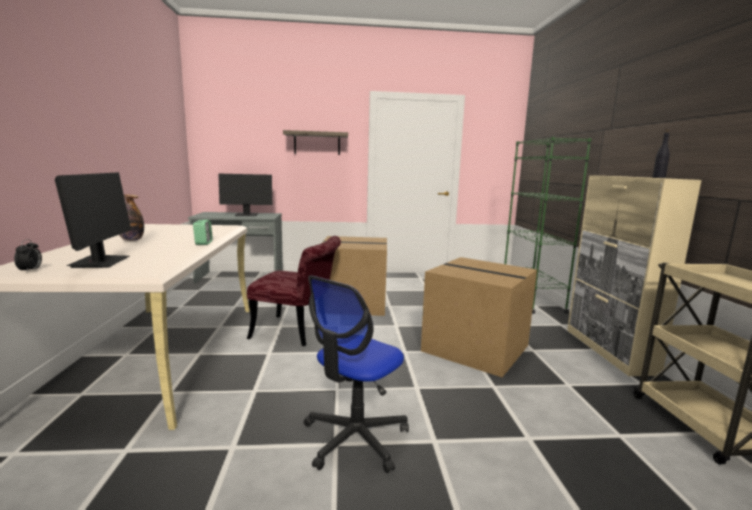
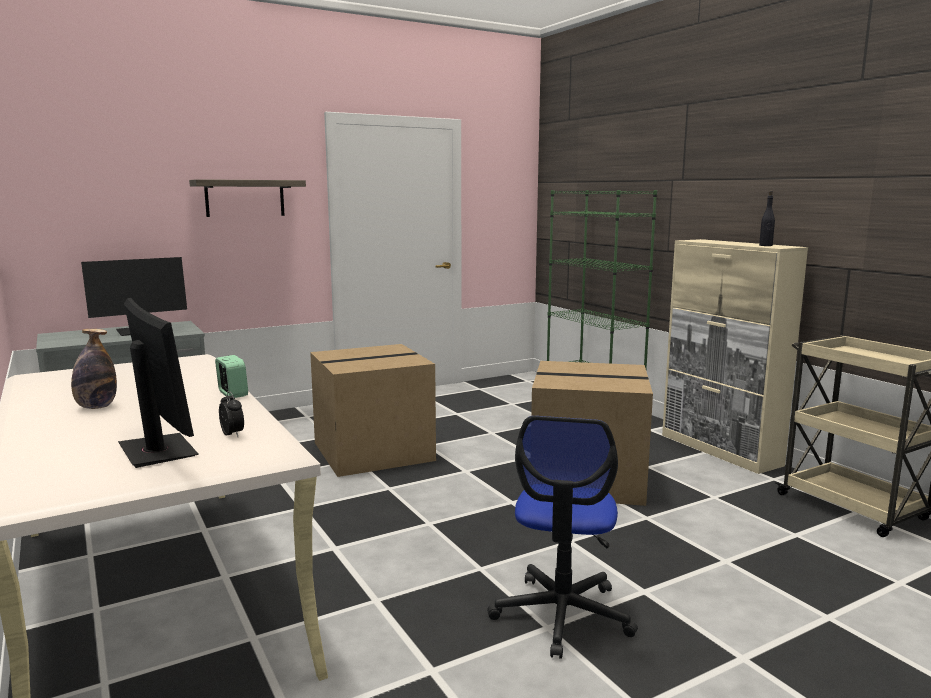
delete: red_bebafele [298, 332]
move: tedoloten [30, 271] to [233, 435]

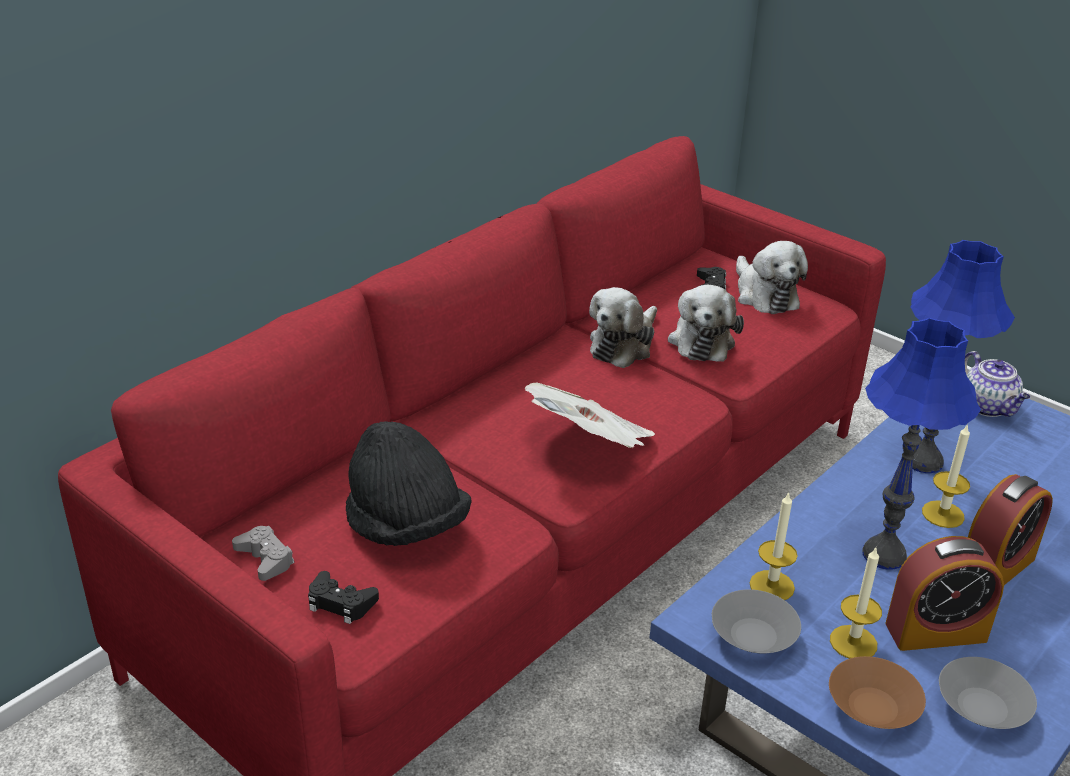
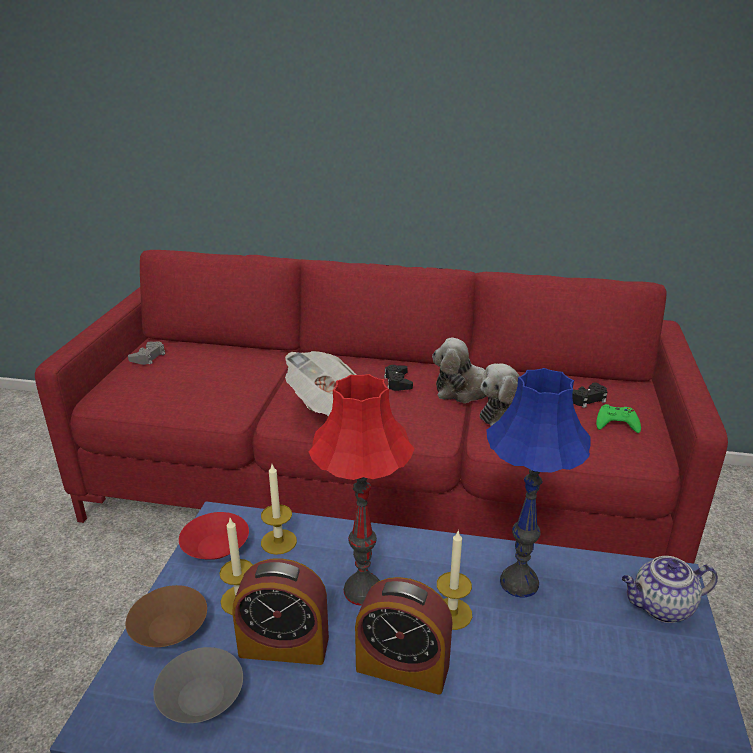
delete: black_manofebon [406, 525]
move: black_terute [340, 603] to [397, 382]
replace: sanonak [764, 295] to green_terute [616, 423]
recolor: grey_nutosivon [752, 636] to red_nutosivon [216, 547]; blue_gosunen [883, 554] to red_gosunen [363, 590]
rotate: tedoloten [936, 632] = [284, 646] 45 degrees counterclockwise; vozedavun [989, 407] = [661, 607] 45 degrees clockwise

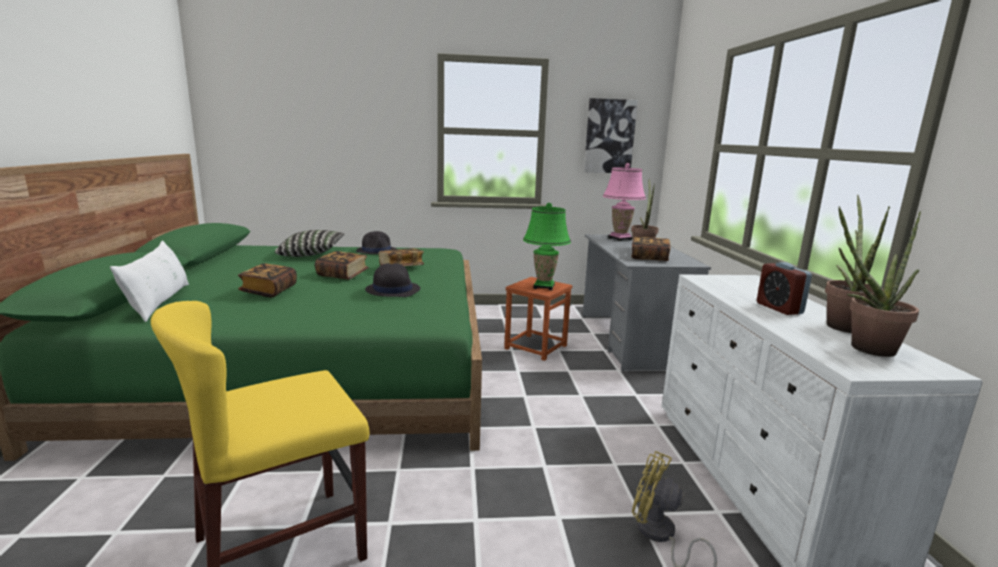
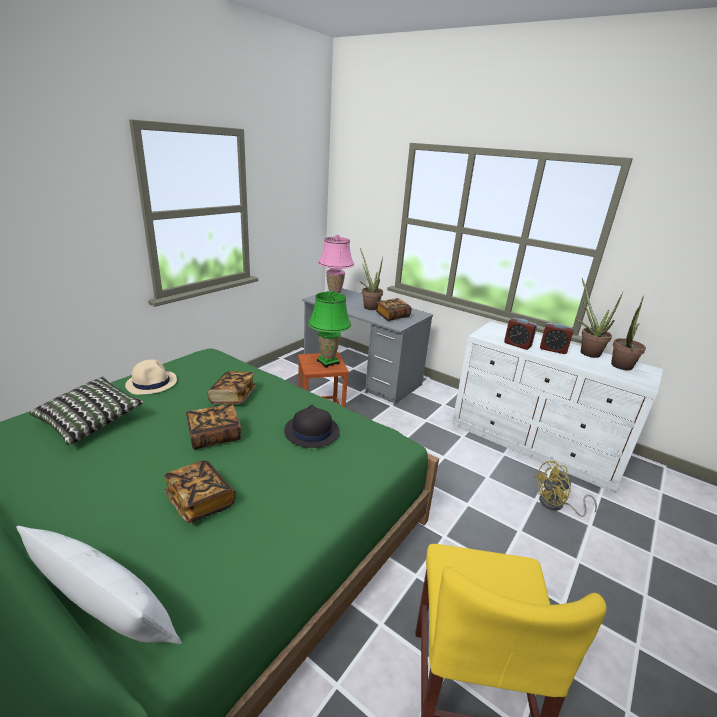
delete: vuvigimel [609, 136]
insert: tedoloten [517, 345]
recolor: black_manofebon [377, 251] to beige_manofebon [152, 383]

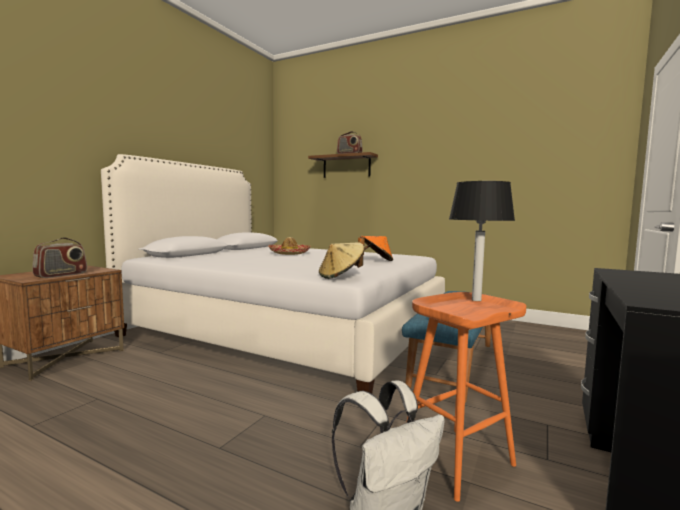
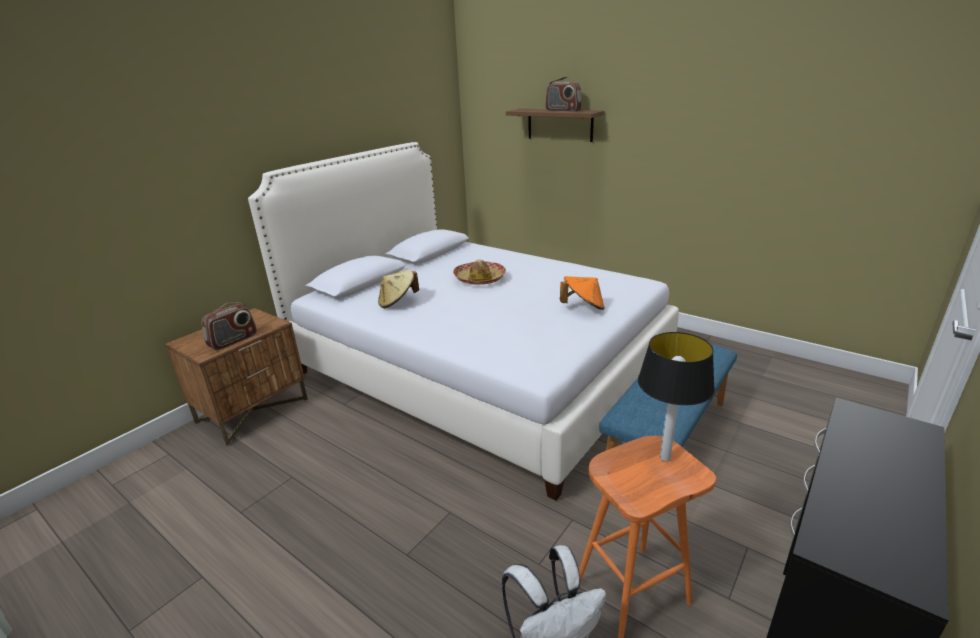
move: beige_manofebon [341, 276] to [398, 302]

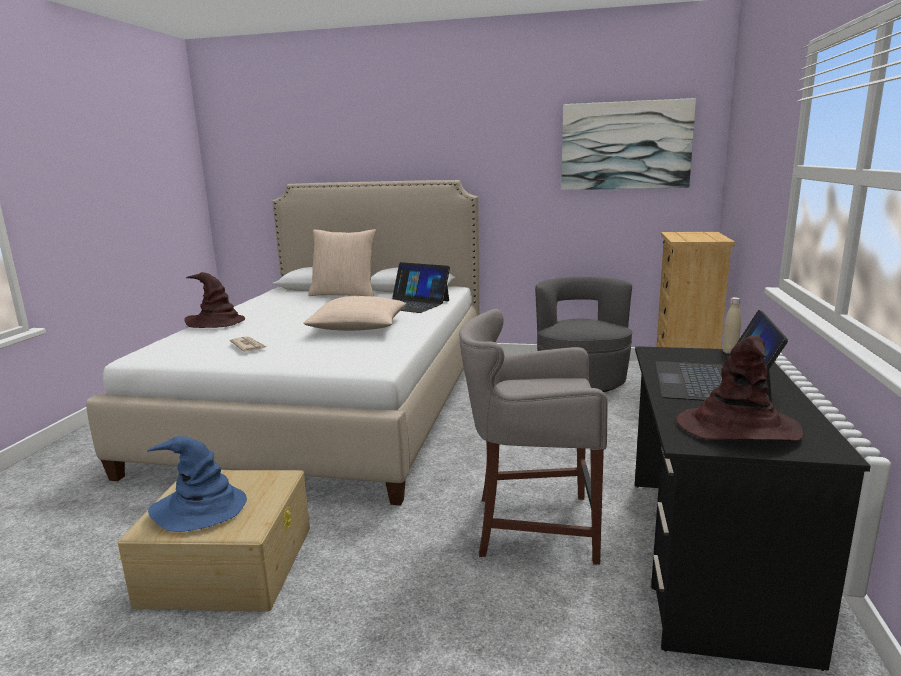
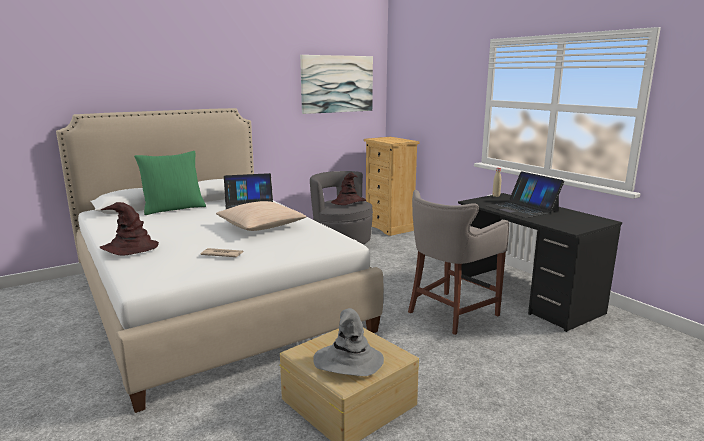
move: brown_manofebon [737, 428] to [348, 202]
recolor: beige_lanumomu [344, 294] to green_lanumomu [173, 208]; blue_manofebon [200, 508] to grey_manofebon [348, 362]

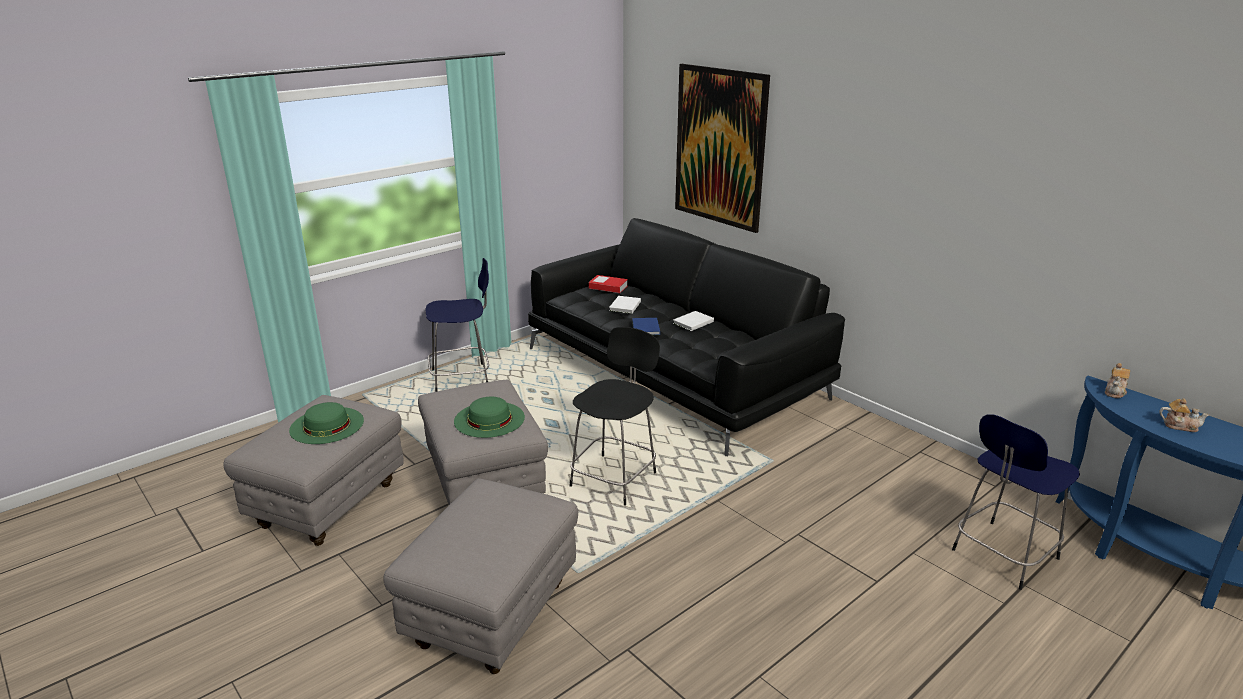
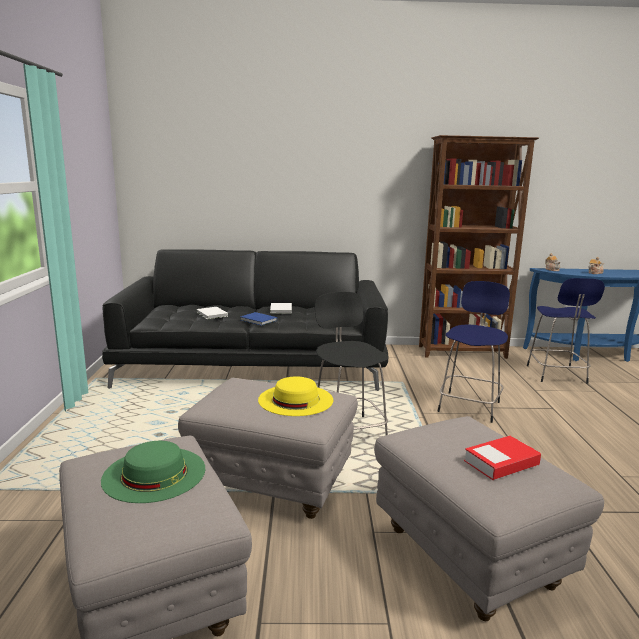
delete: vuvigimel [720, 147]
insert: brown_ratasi [463, 352]
move: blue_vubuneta [463, 378] to [469, 405]; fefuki [608, 287] to [501, 463]
recolor: green_manofebon [489, 419] to yellow_manofebon [295, 400]

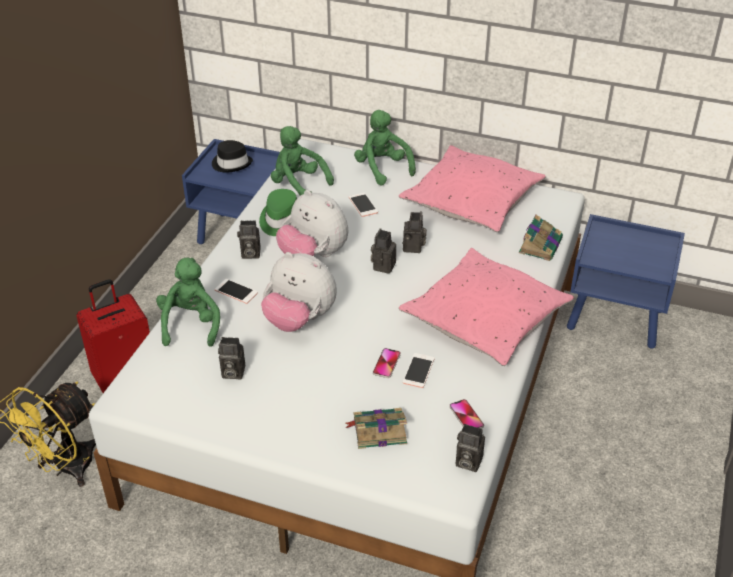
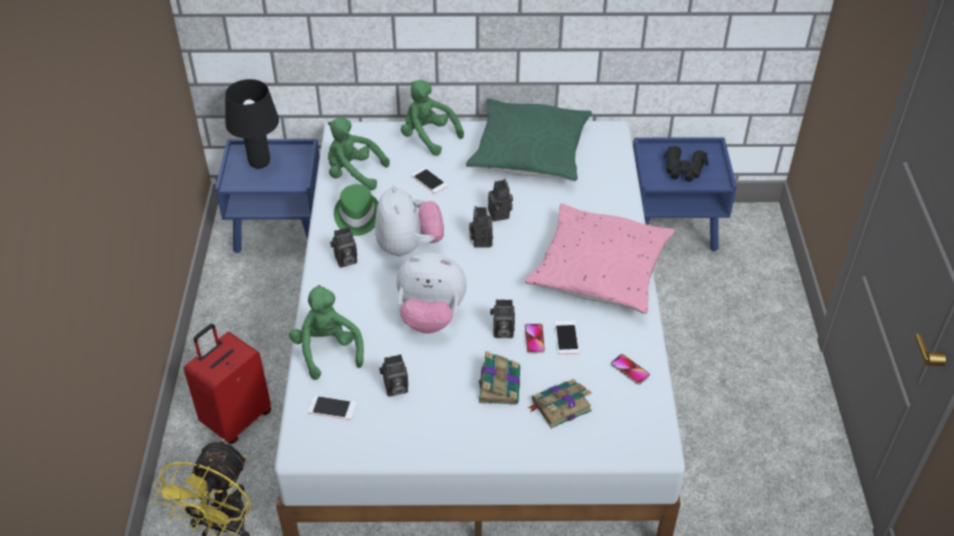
insert: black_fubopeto [684, 169]
move: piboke [236, 291] to [332, 408]; fefuki [540, 245] to [499, 384]; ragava [467, 462] to [502, 332]
replace: black_manofebon [232, 163] to black_gosunen [259, 162]
recolor: pink_lanumomu [471, 200] to green_lanumomu [529, 151]
rotate: sanonak [313, 255] = [409, 246] 120 degrees counterclockwise

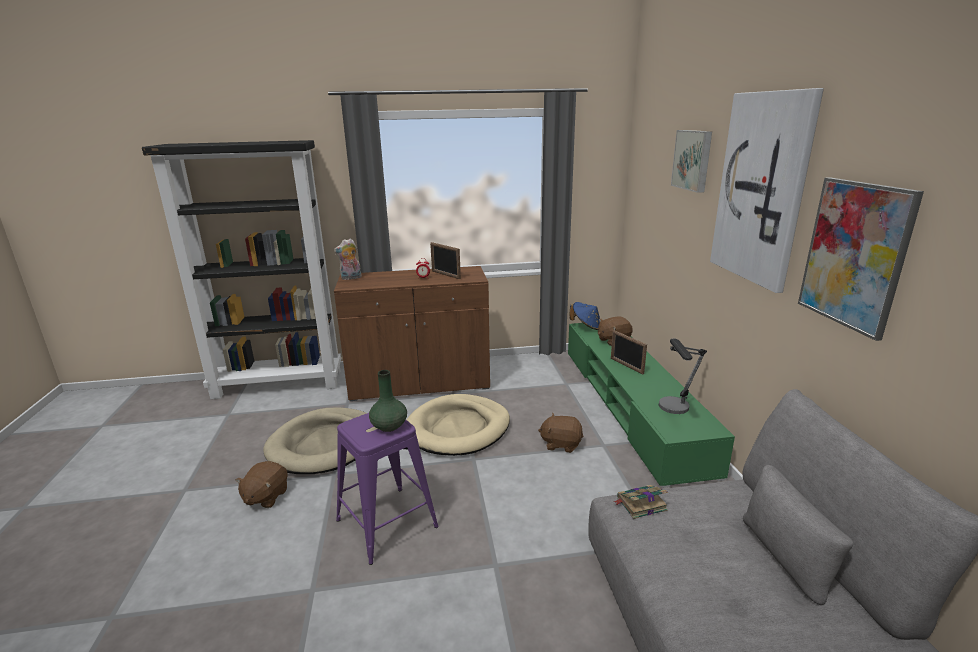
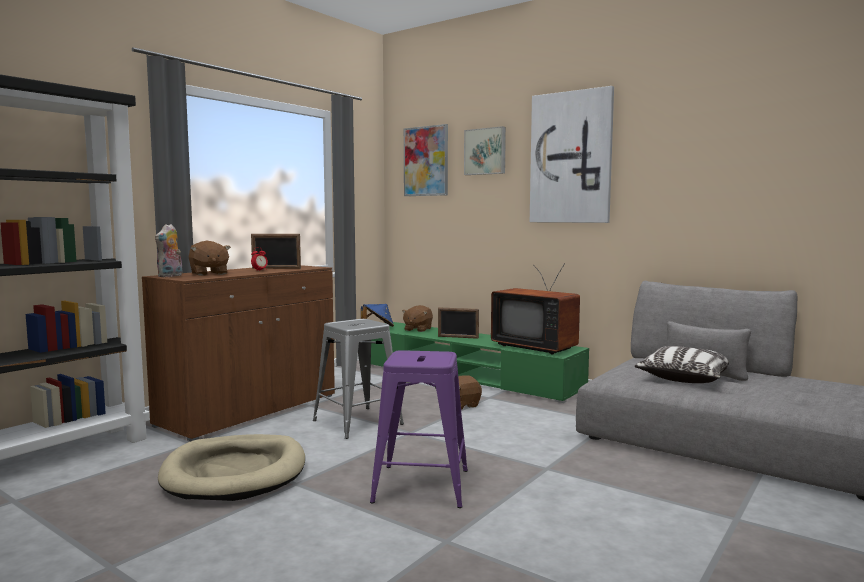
delete: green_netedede [389, 426]; fefuki [640, 504]
insert: lanumomu [684, 378]
move: brown_sanonak [265, 497] to [208, 274]; vuvigimel [854, 255] to [426, 161]
replace: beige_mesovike [458, 428] to grey_vubuneta [357, 422]; gosunen [674, 411] to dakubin [536, 347]

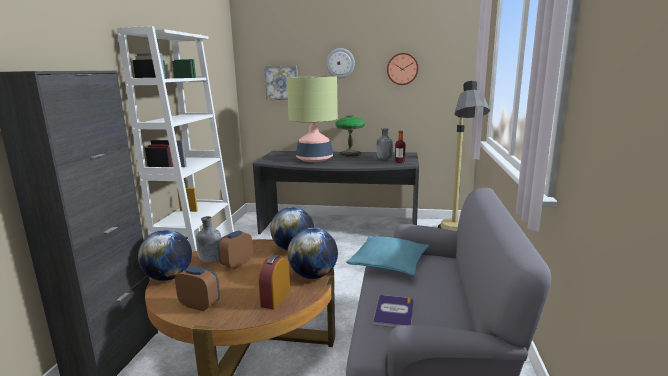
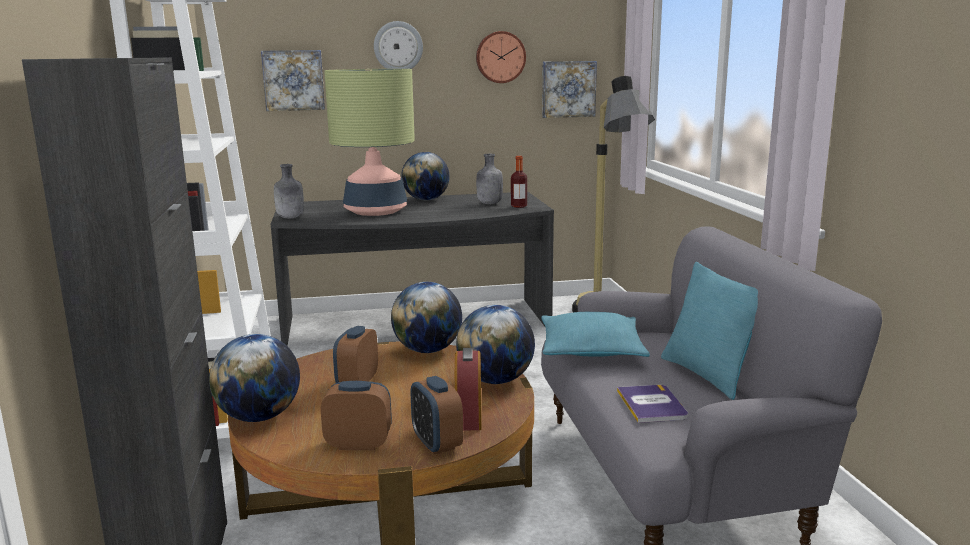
insert: tedoloten [436, 444]; vuvigimel [568, 89]; turquoise_lanumomu [707, 375]
move: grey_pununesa [210, 261] to [290, 217]
replace: gosunen [350, 154] to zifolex [426, 200]

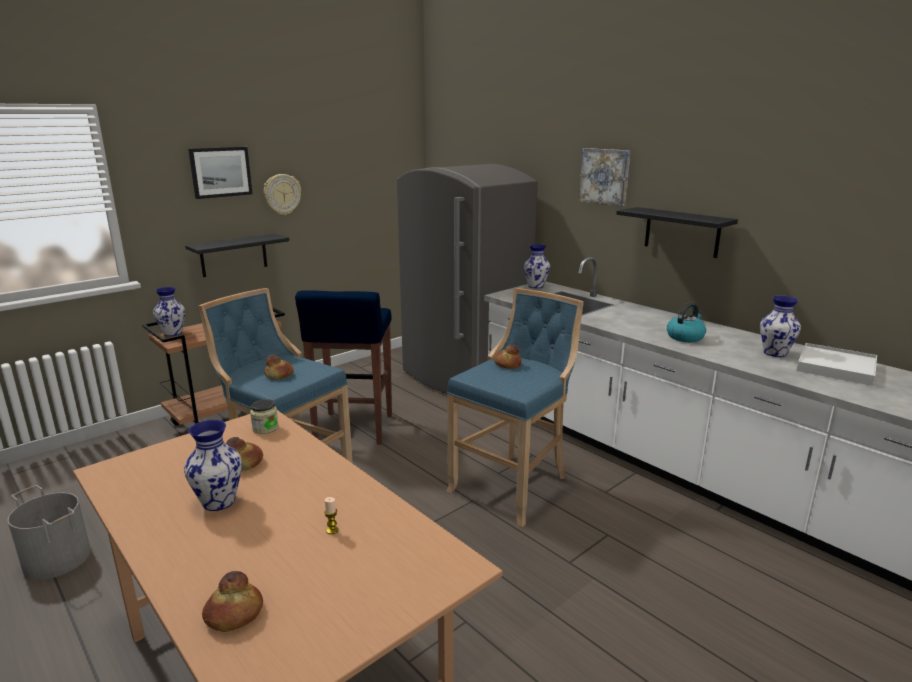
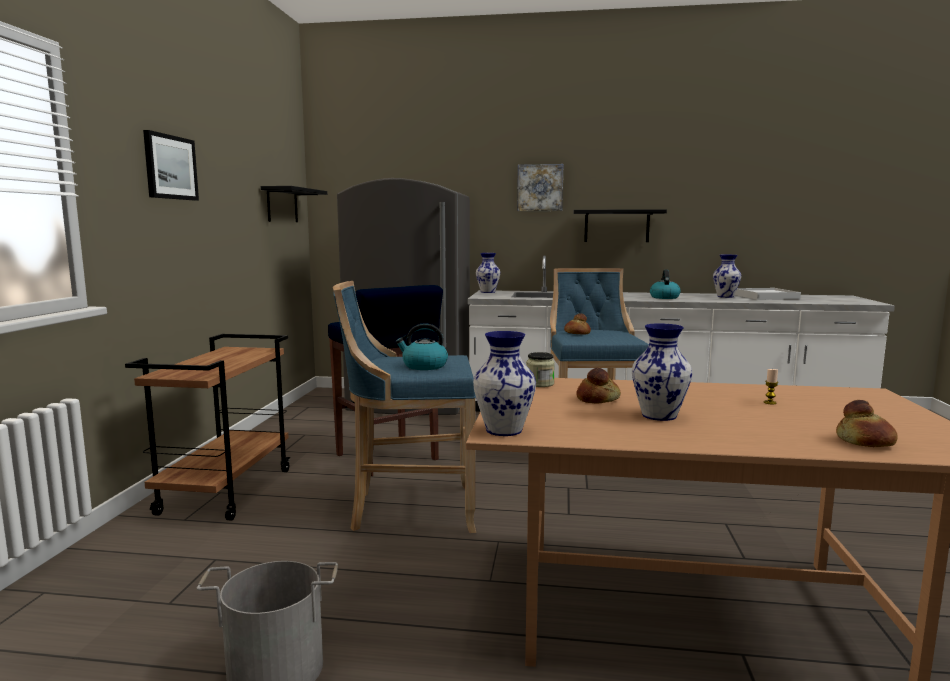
delete: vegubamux [282, 194]
move: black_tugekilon [234, 255] to [282, 205]; netedede [172, 333] to [503, 430]
replace: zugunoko [279, 375] to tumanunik [424, 366]

